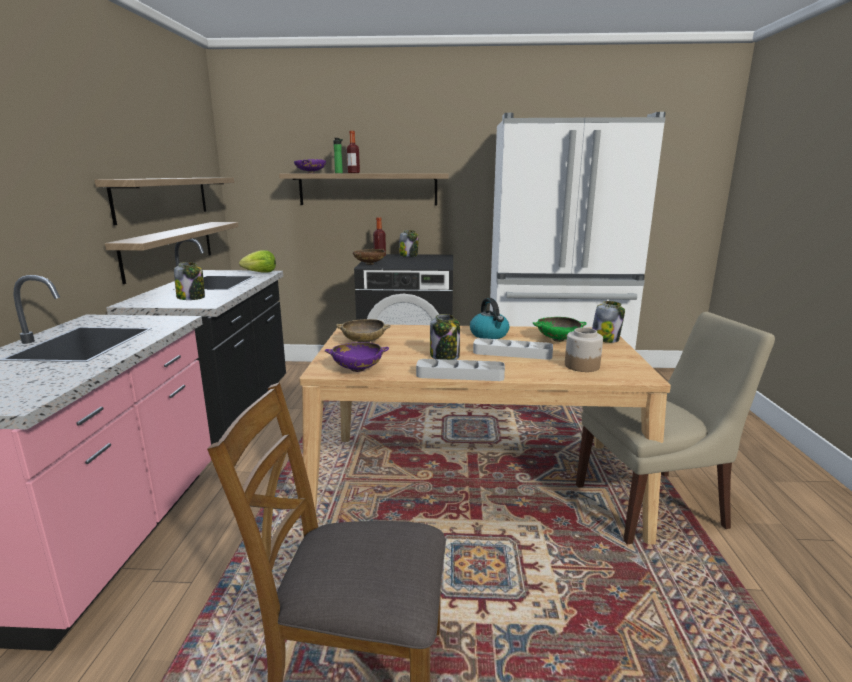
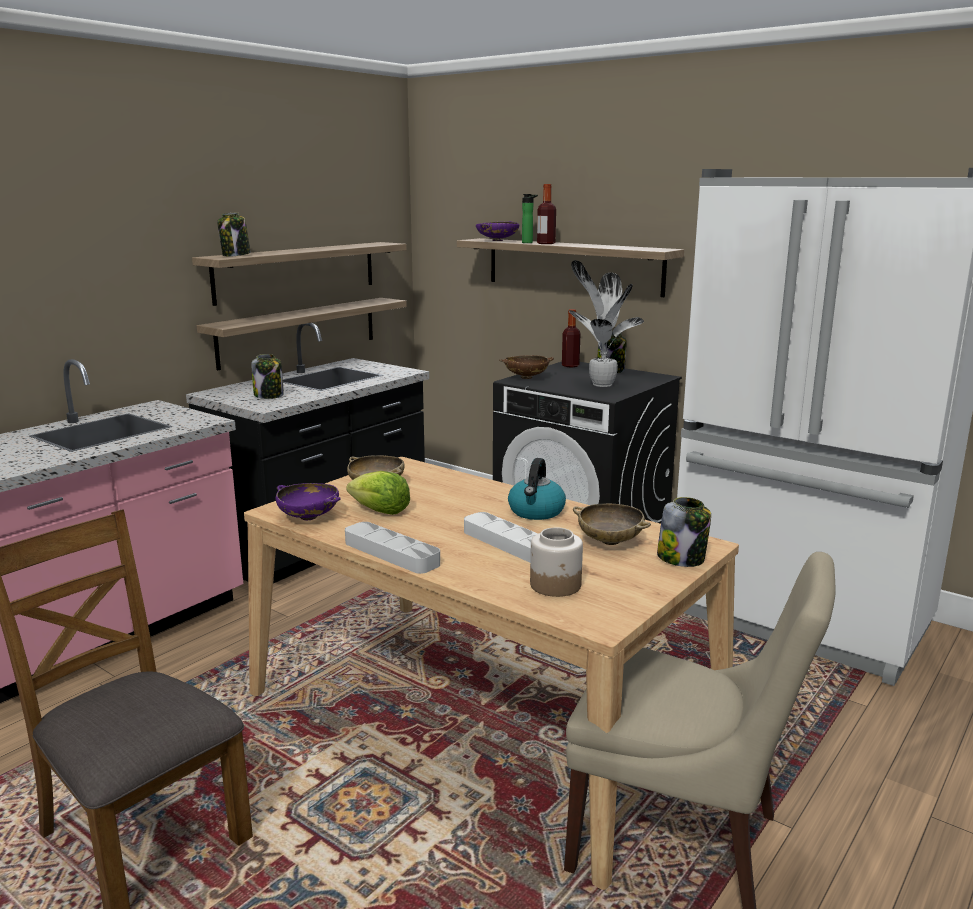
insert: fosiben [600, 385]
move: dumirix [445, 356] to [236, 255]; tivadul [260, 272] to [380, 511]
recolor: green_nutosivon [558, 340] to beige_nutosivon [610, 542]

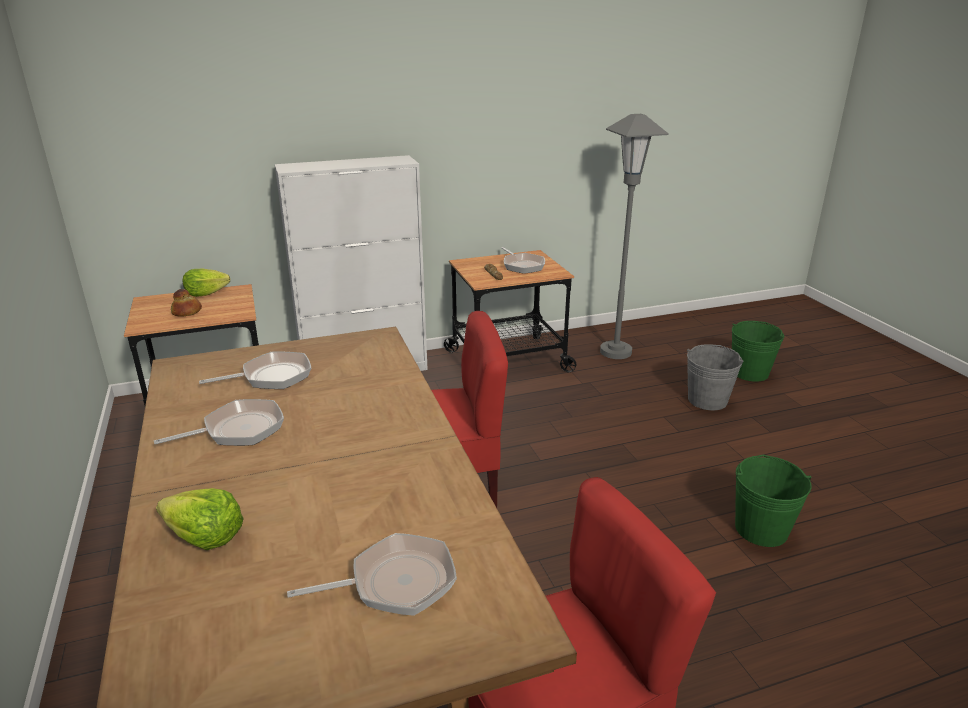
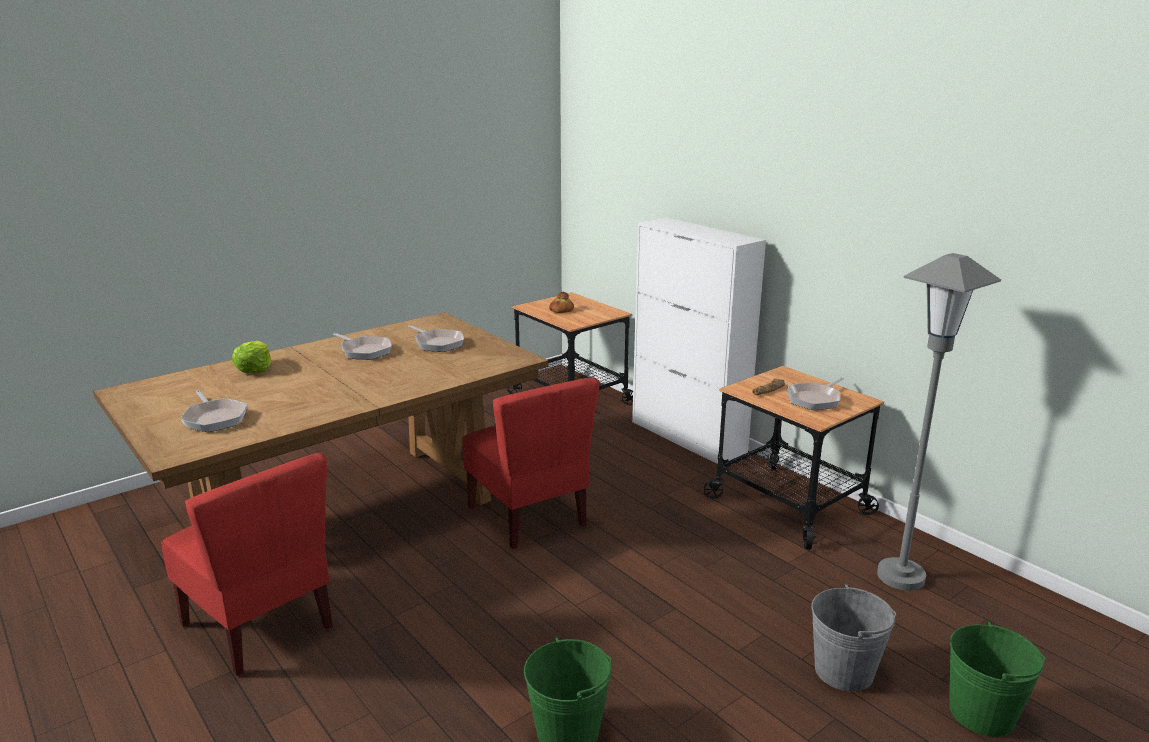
delete: tivadul [206, 294]

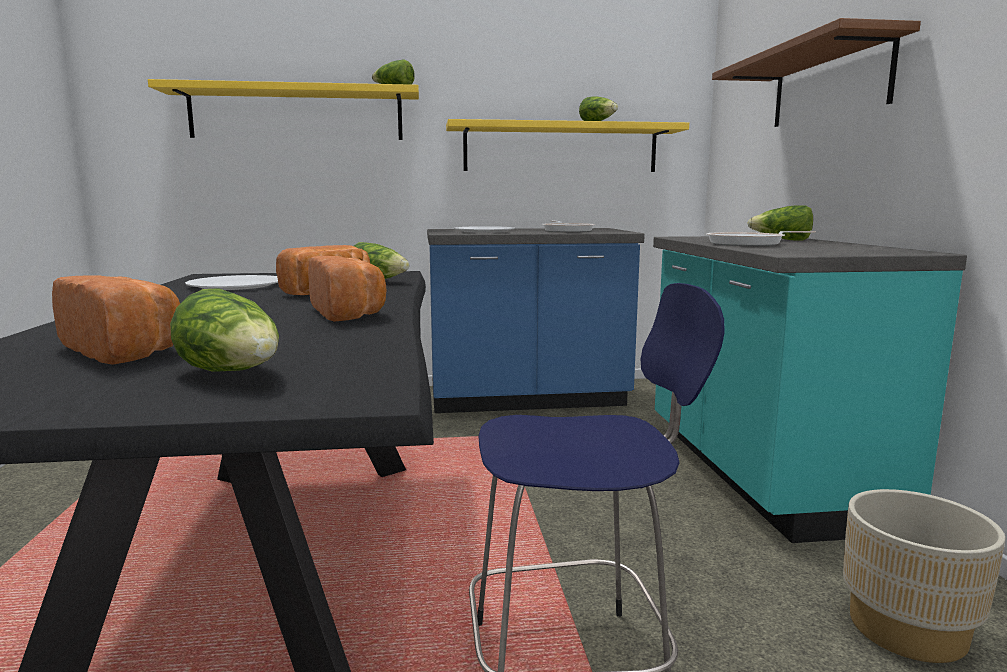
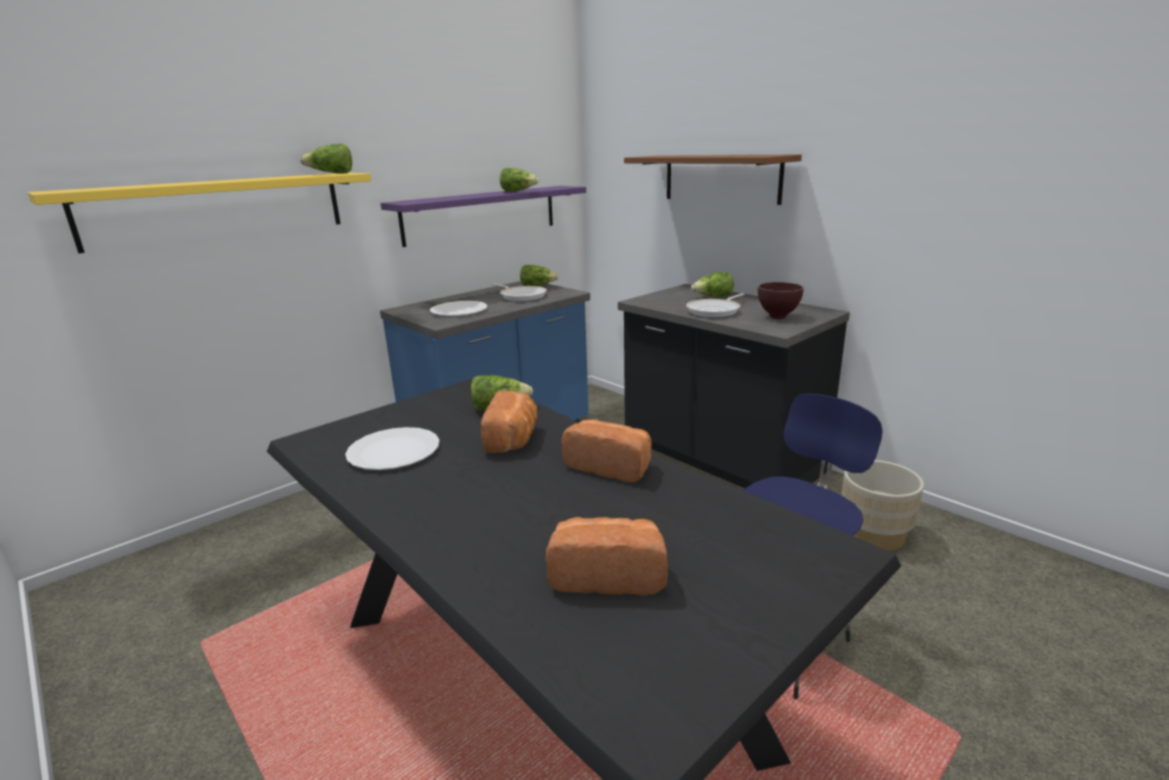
insert: brown_nutosivon [779, 317]
move: tivadul [234, 374] to [538, 286]
recolor: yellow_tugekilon [561, 148] to purple_tugekilon [481, 214]; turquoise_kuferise [760, 475] to black_kuferise [719, 460]

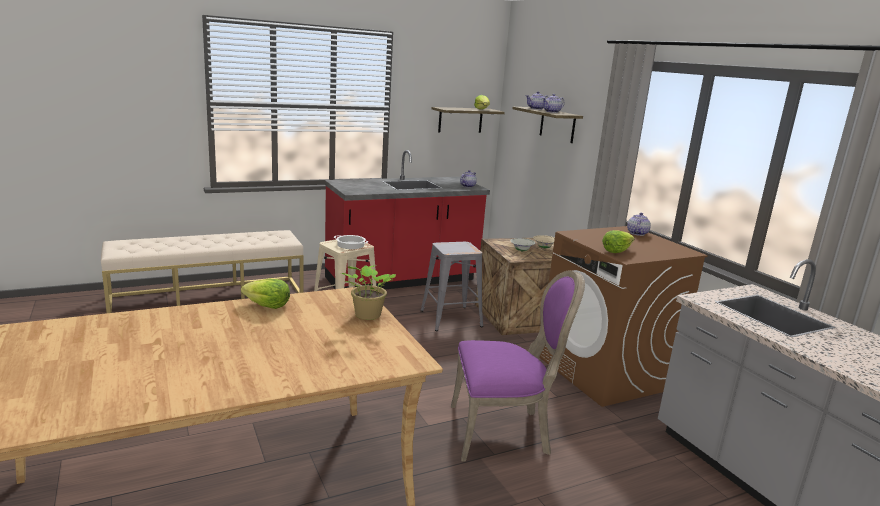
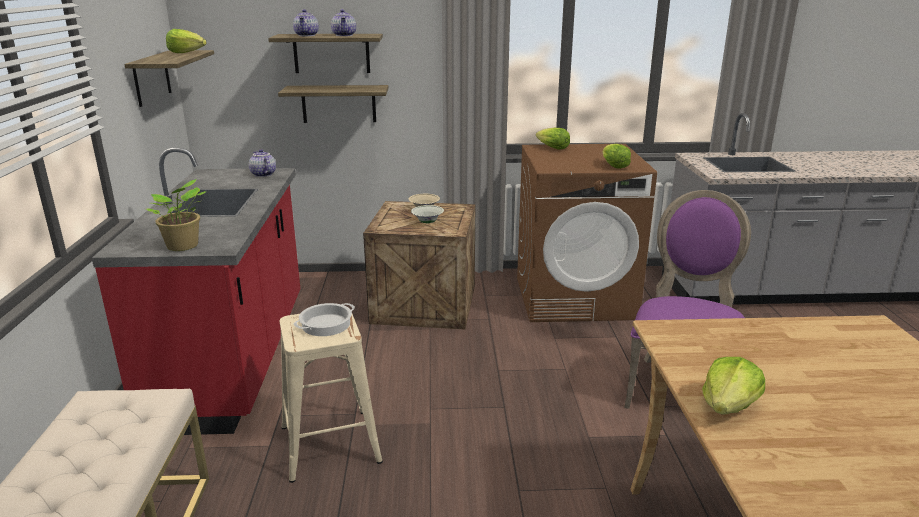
delete: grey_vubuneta [450, 318]
insert: tugekilon [339, 104]
move: fosiben [366, 315] to [183, 247]
replace: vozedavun [637, 233] to tivadul [552, 148]

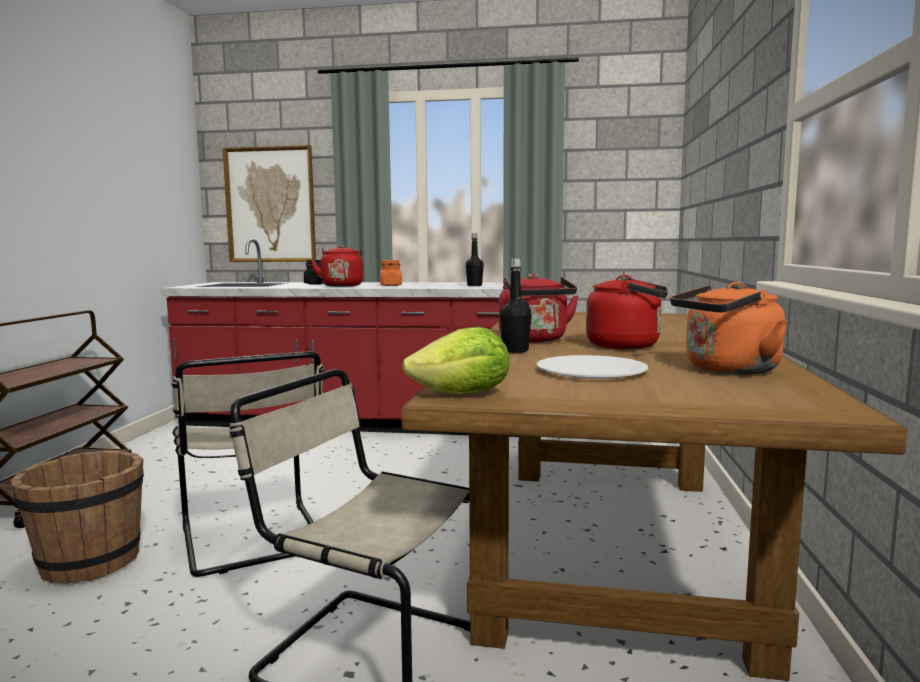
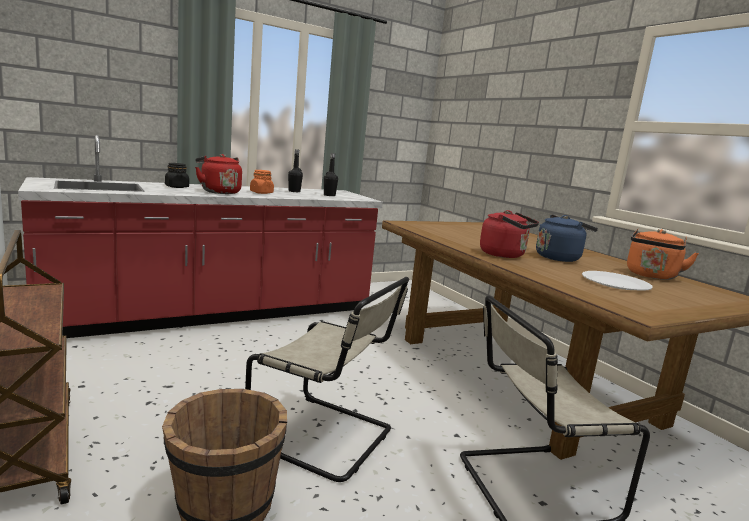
delete: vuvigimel [270, 205]; tivadul [463, 395]
move: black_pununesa [515, 351] to [294, 191]
recolor: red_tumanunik [628, 346] to blue_tumanunik [559, 258]

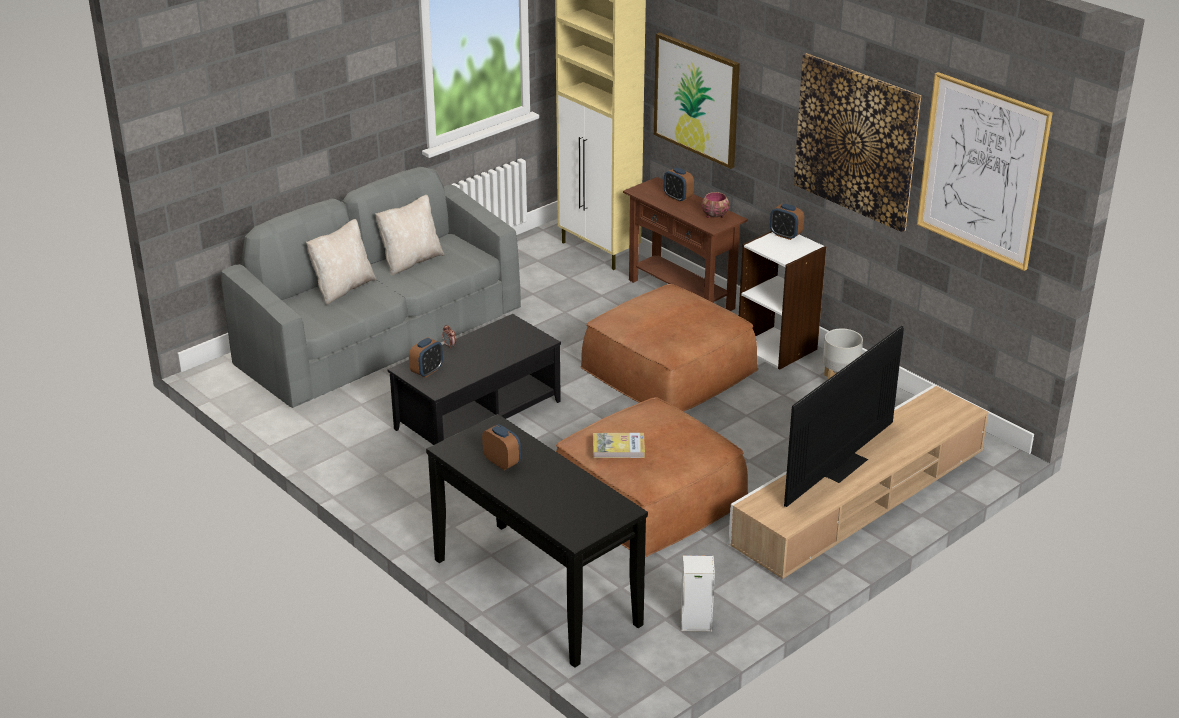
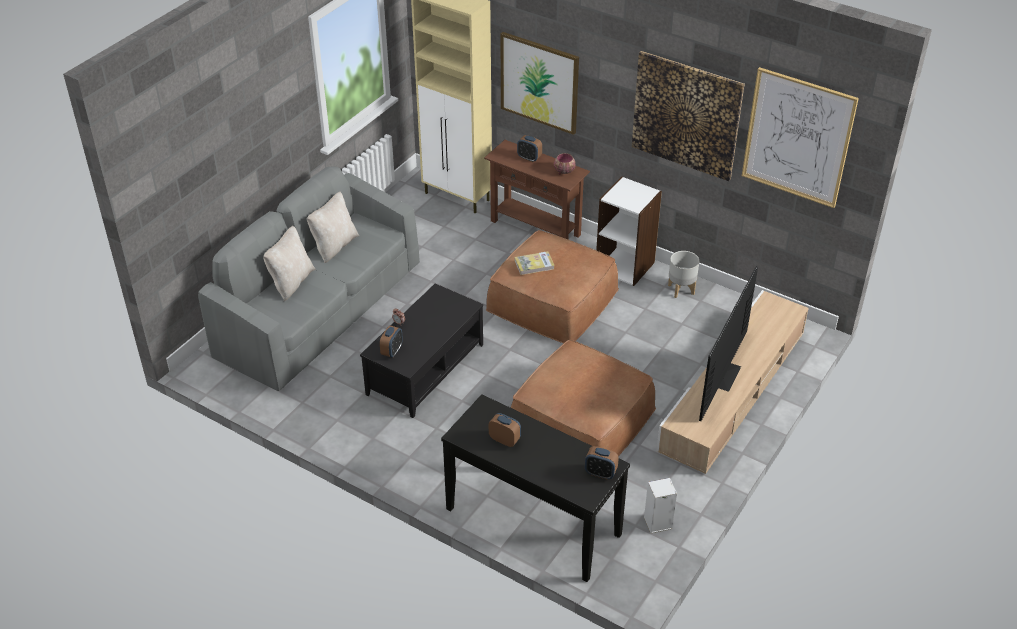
move: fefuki [618, 448] to [534, 265]; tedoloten [785, 235] to [600, 473]

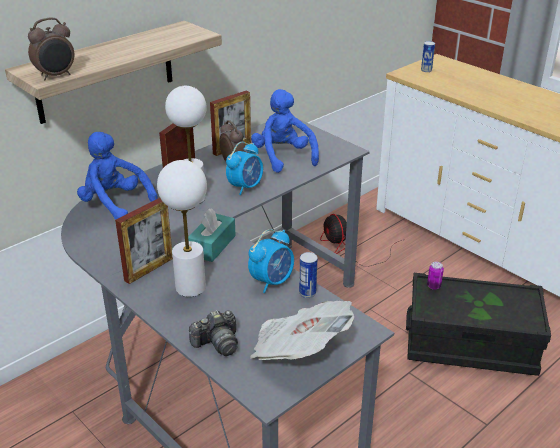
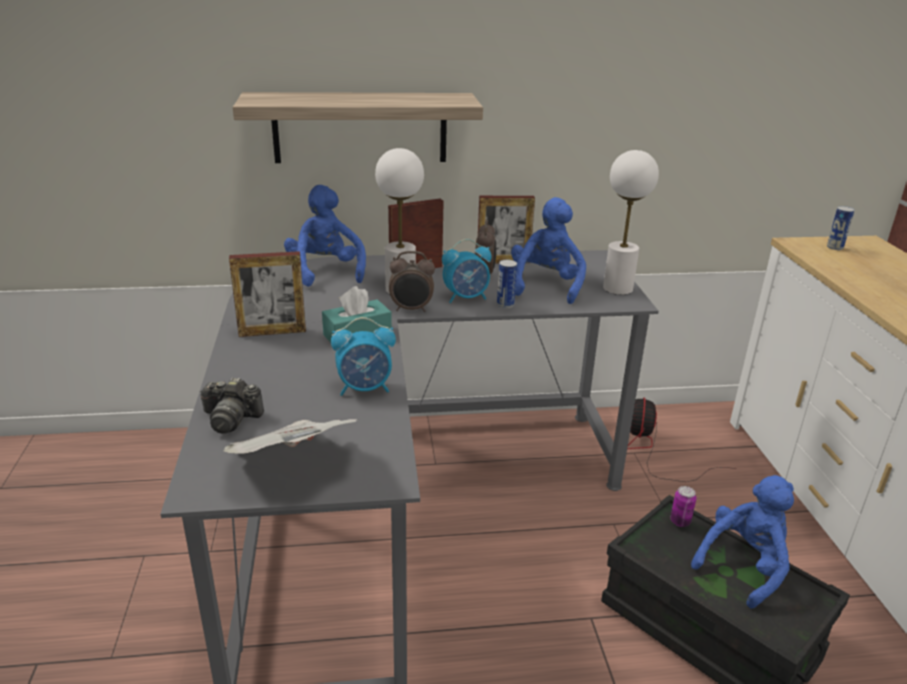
insert: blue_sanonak [744, 566]
move: tedoloten [56, 76] to [411, 309]; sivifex [307, 293] to [505, 305]; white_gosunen [190, 287] to [617, 288]

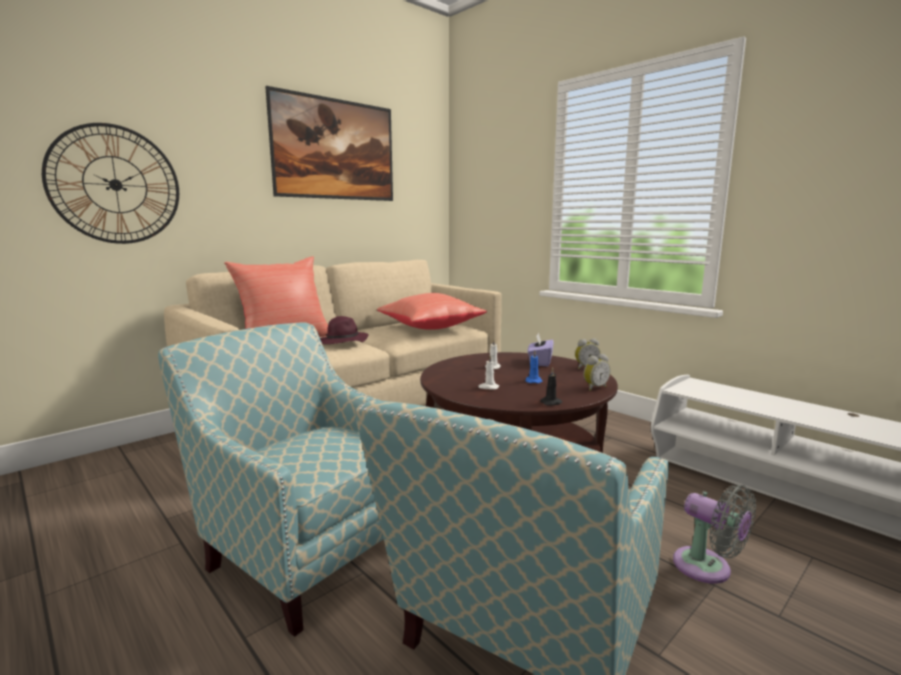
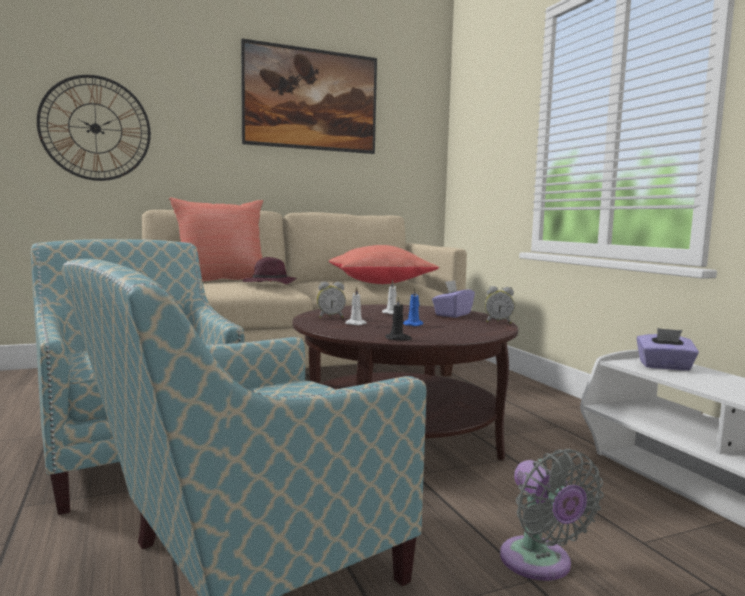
insert: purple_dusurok [664, 367]
move: tedoloten [594, 387] to [330, 317]

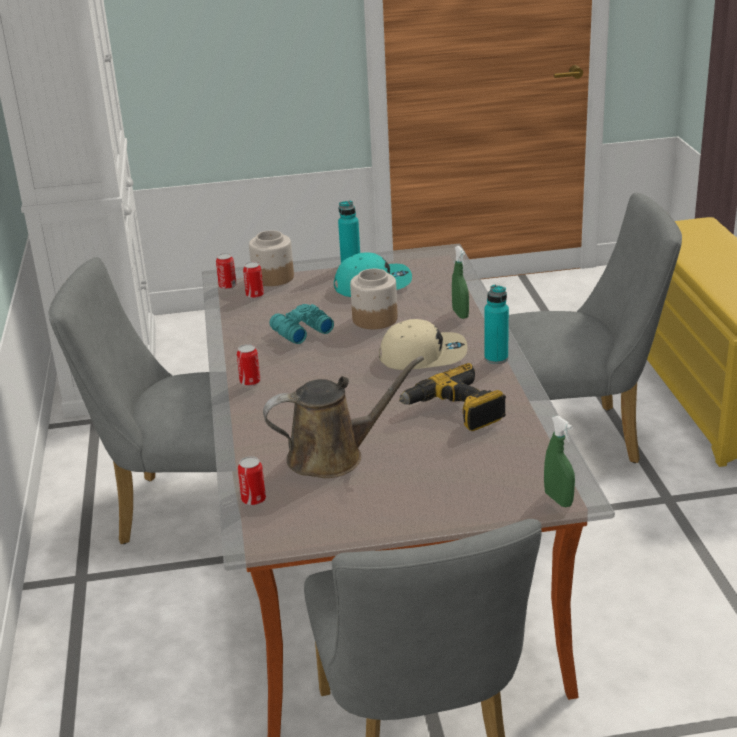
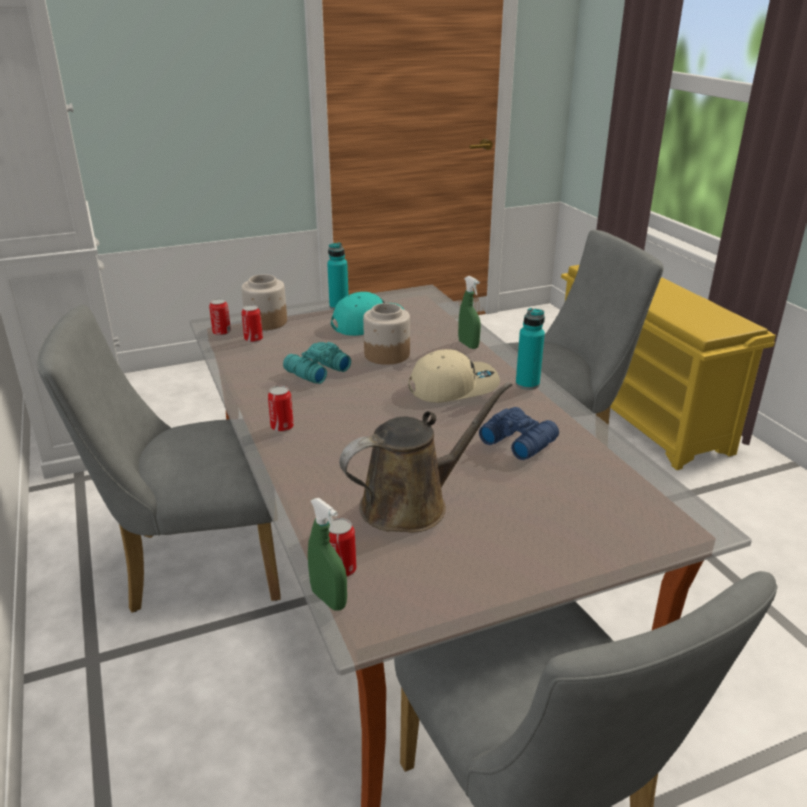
move: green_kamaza [558, 499] to [329, 599]
replace: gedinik [455, 411] to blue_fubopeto [517, 441]

